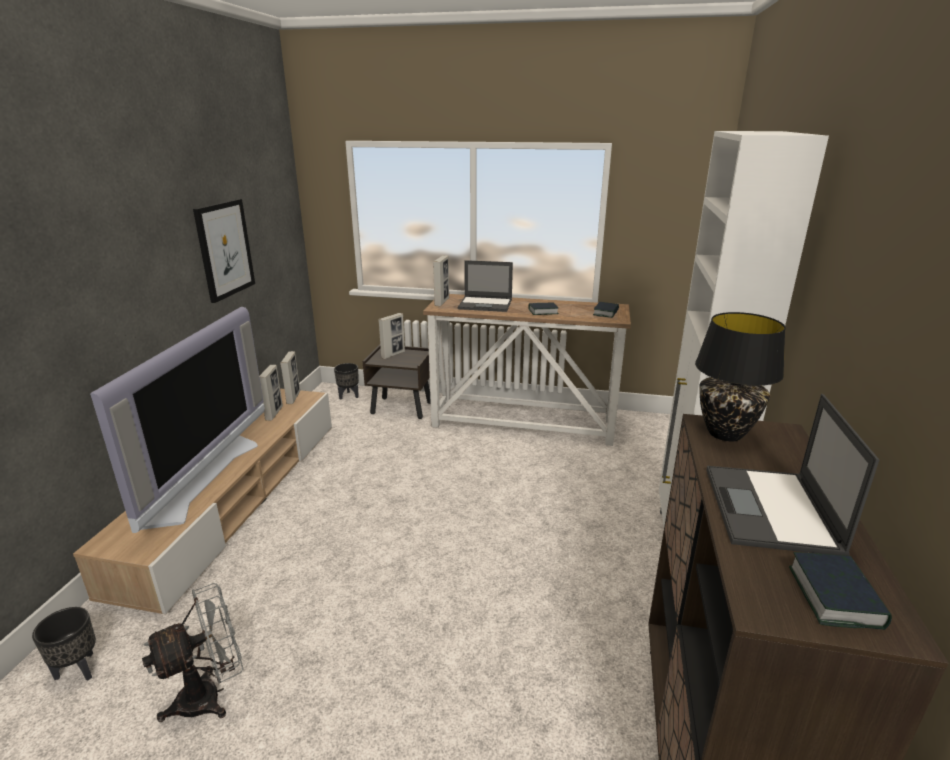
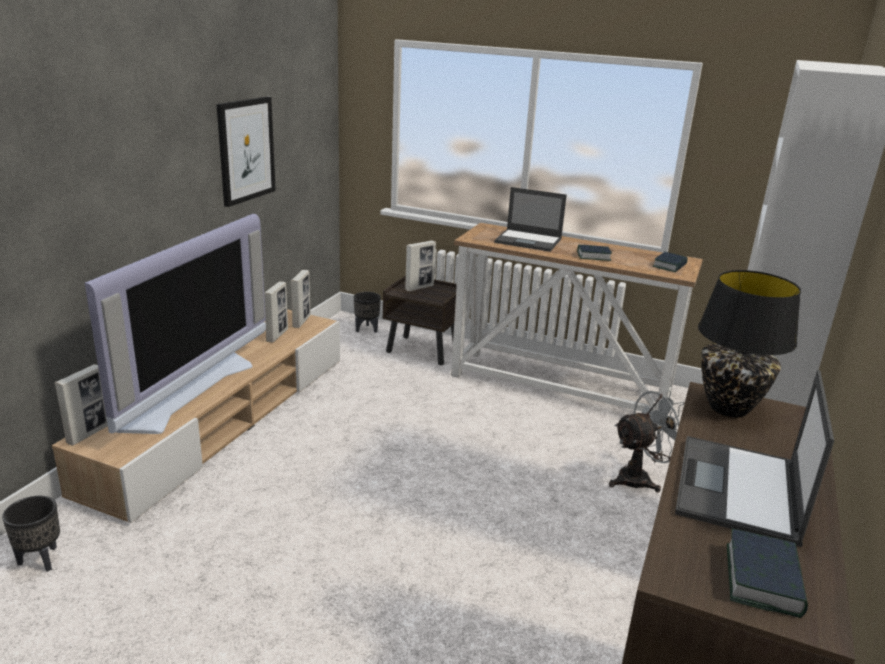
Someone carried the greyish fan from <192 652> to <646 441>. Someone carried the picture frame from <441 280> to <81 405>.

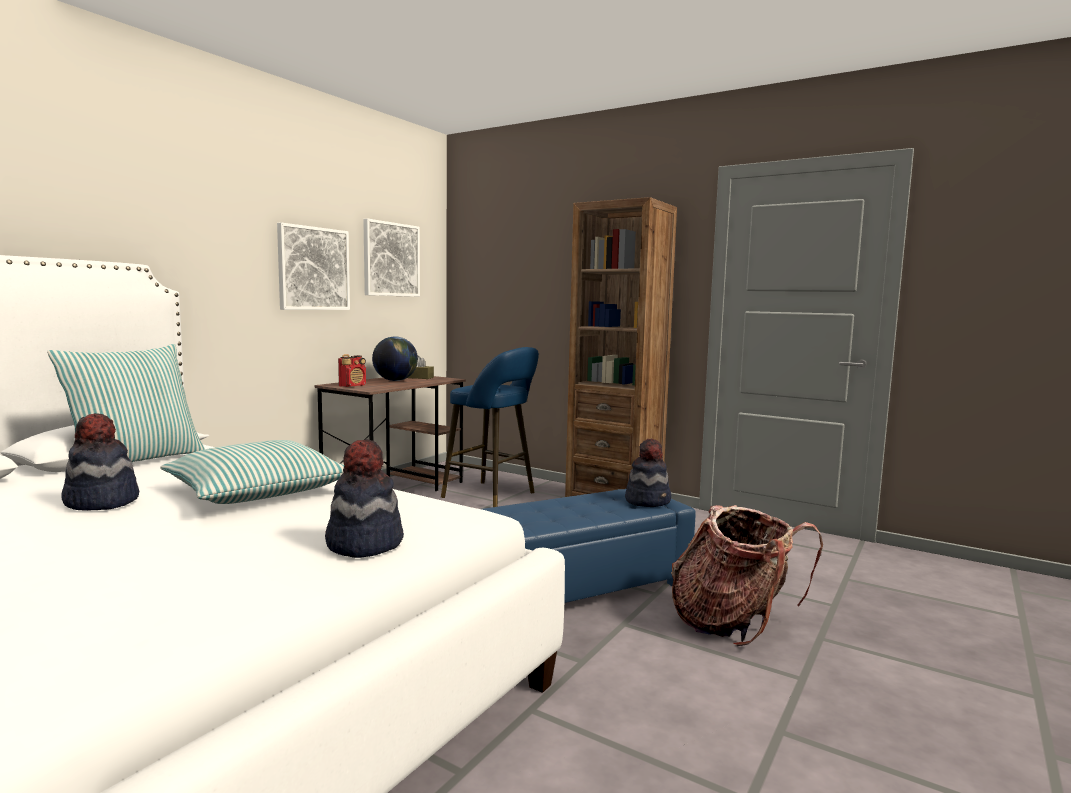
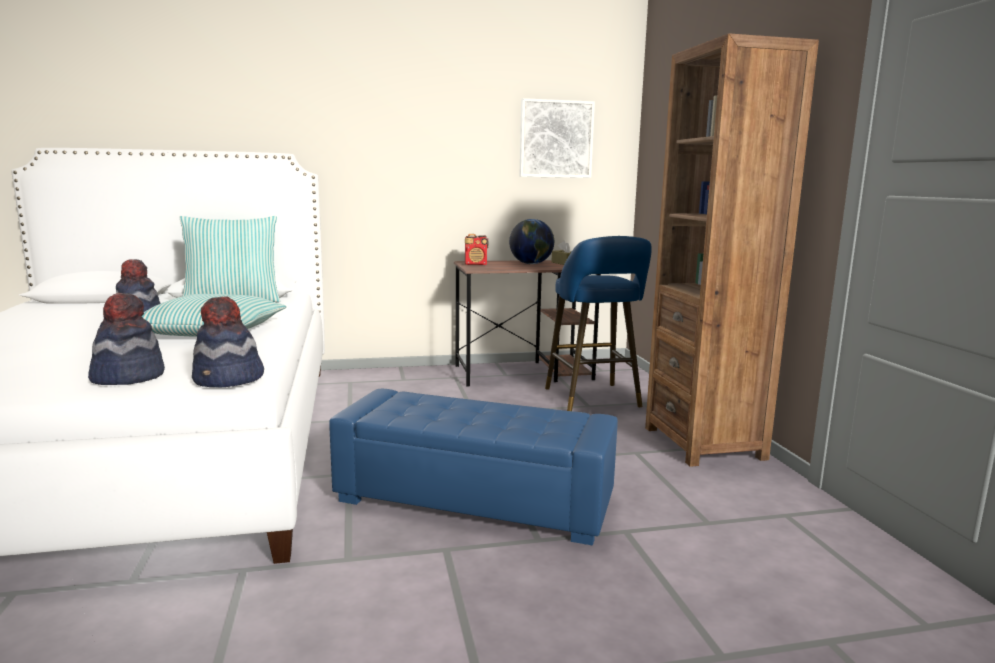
Someone took away the wall art at <313 266>. Someone took away the knapsack at <747 575>. Someone carried the wearable hat from <648 472> to <228 342>.

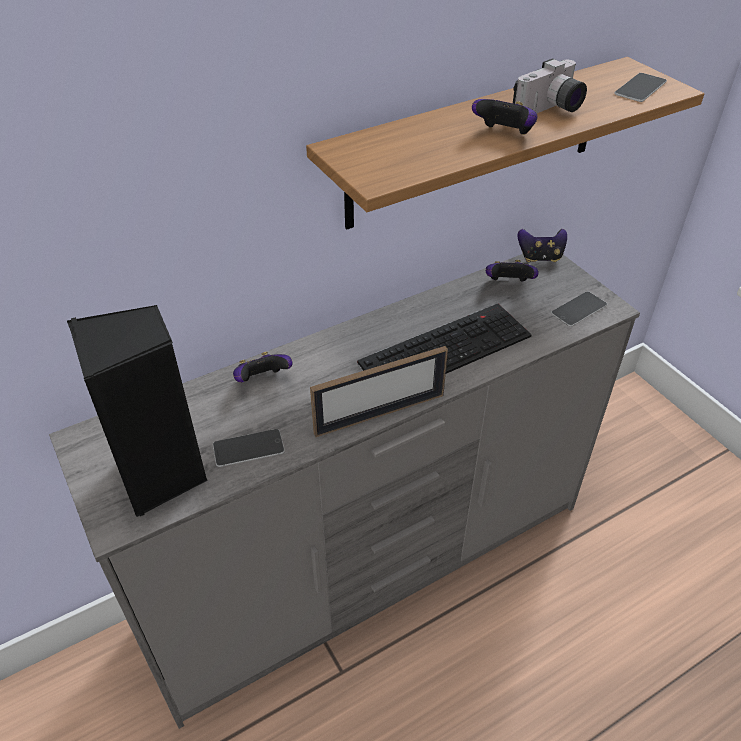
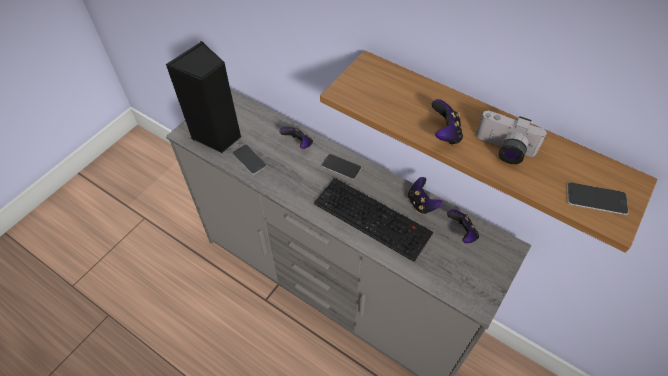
Someone took away the picture frame at <379 391>. Someone carried the game controller from <542 245> to <425 195>. Someone carried the phone from <579 309> to <341 167>.

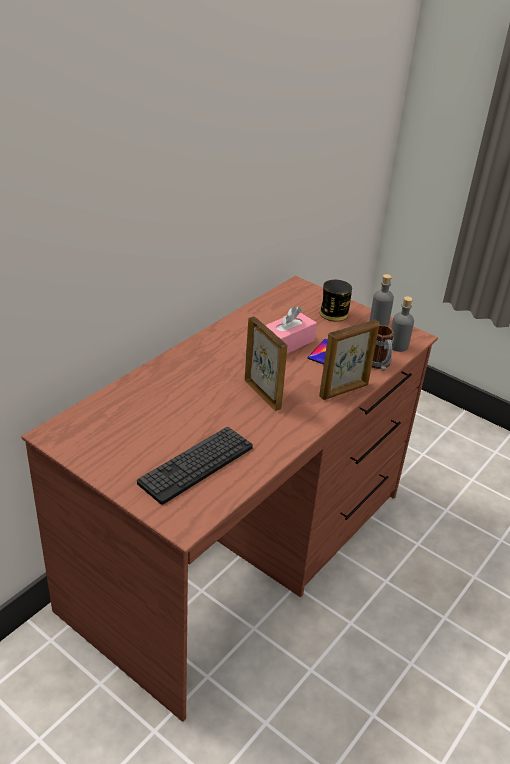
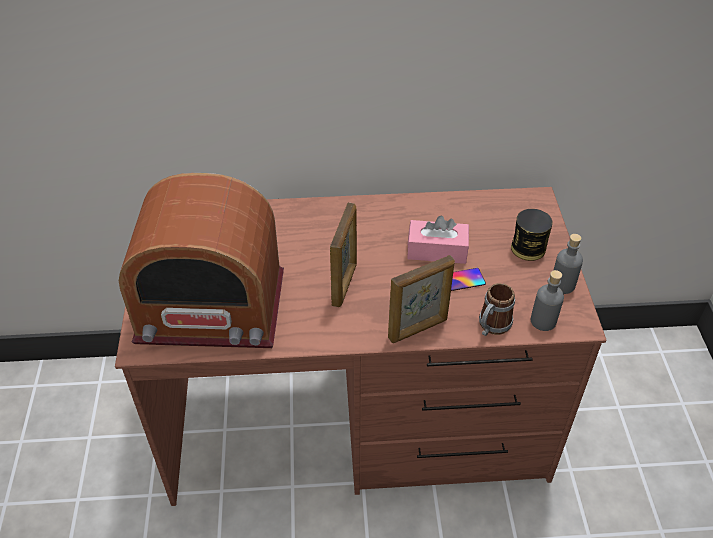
Someone swapped the PC keyboard at <195 466> for the radio set at <201 260>. Someone rotated the picture frame at <349 360> by 45 degrees counterclockwise.

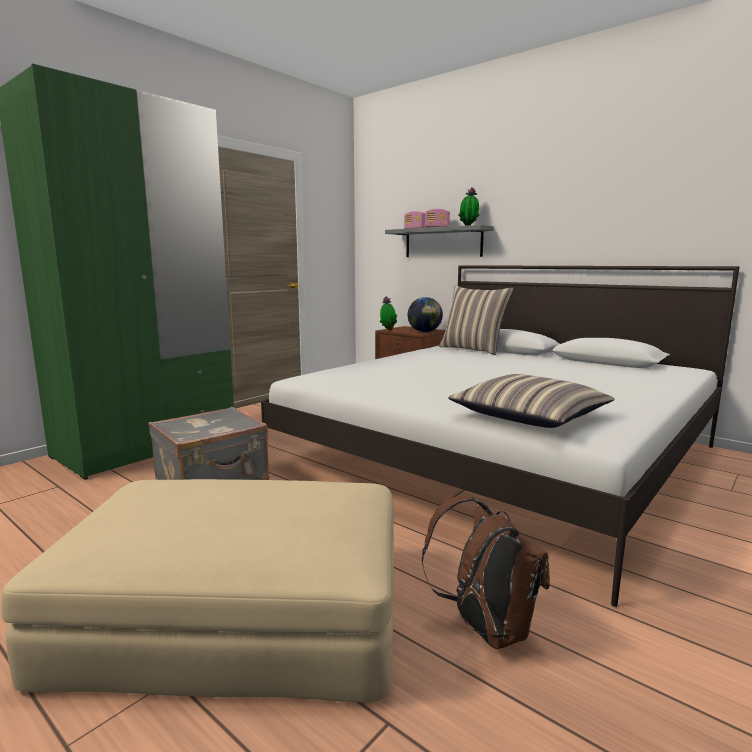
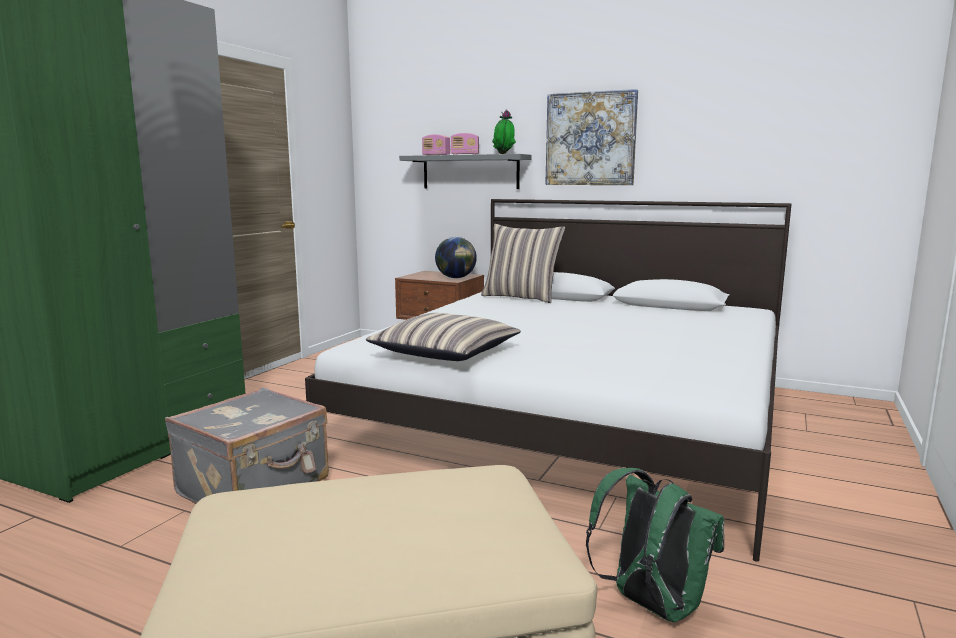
Someone took away the houseplant at <388 313>. Someone put up the wall art at <591 137>. Someone carried the pillow from <531 401> to <443 337>. Someone repainted the brown-coloured knapsack at <486 572>, which became the green-coloured knapsack at <655 545>.

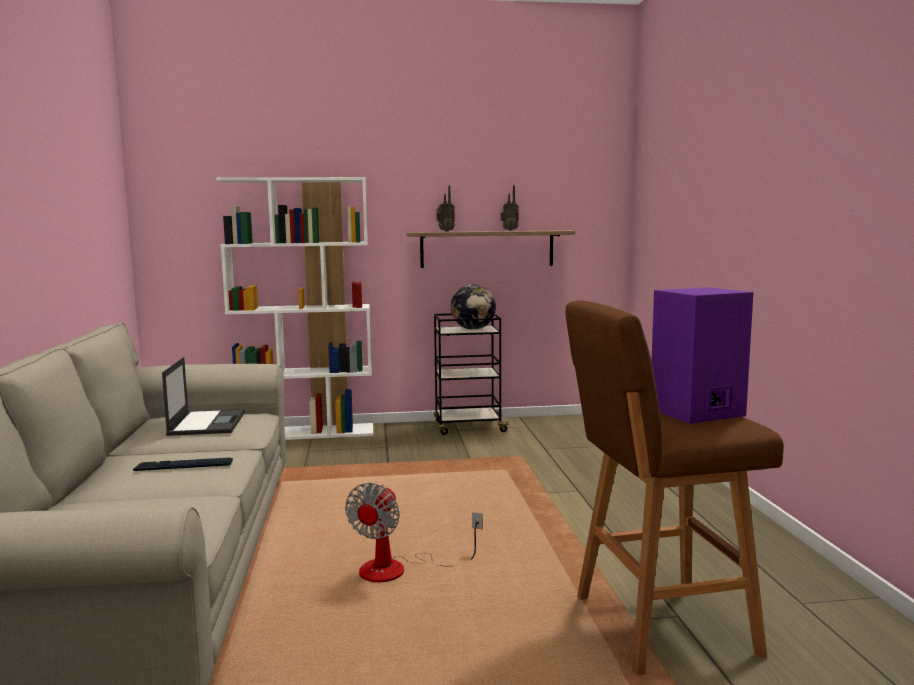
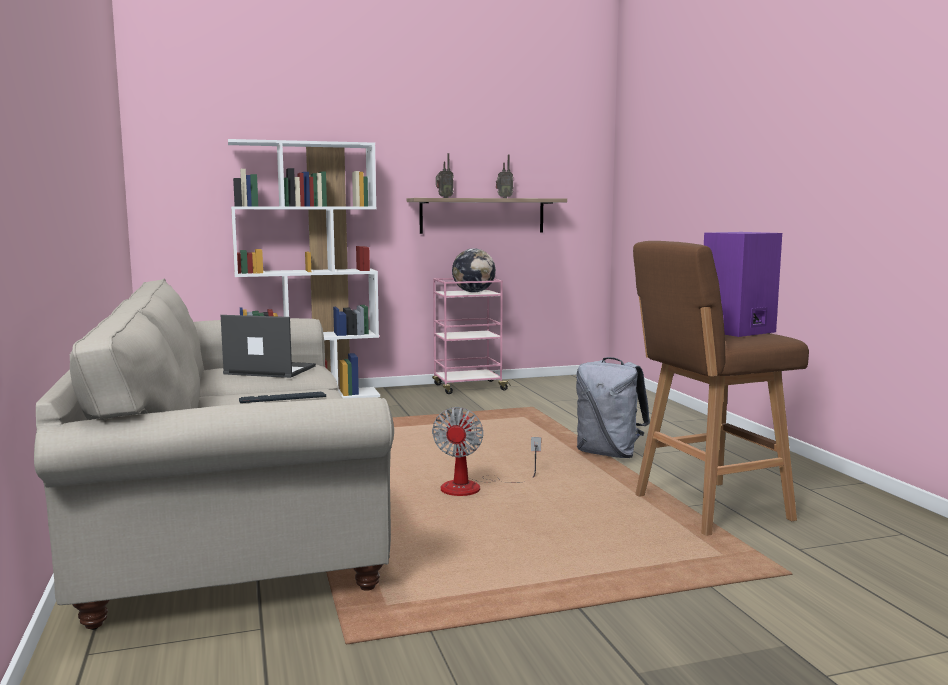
Someone put down the greyish knapsack at <613 407>. Someone repainted the black-coloured trolley at <472 374>, which became the pink-coloured trolley at <471 336>. Someone rotated the laptop at <203 396> by 60 degrees counterclockwise.

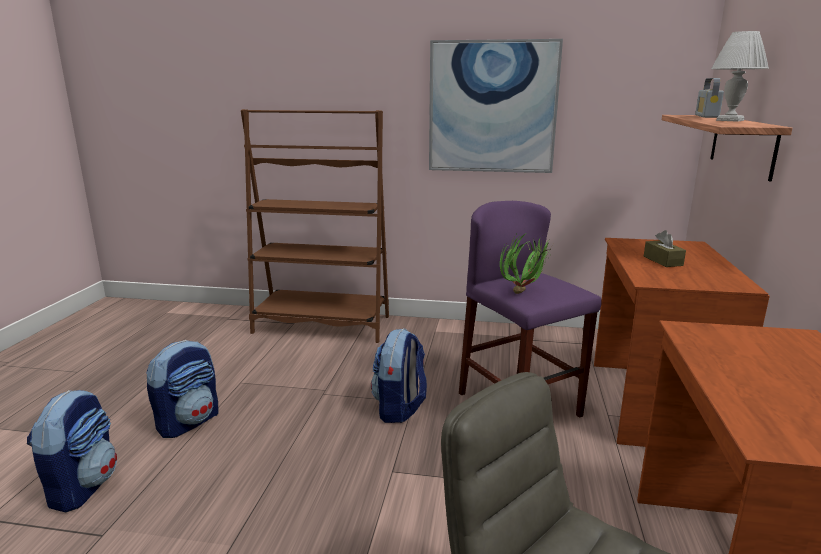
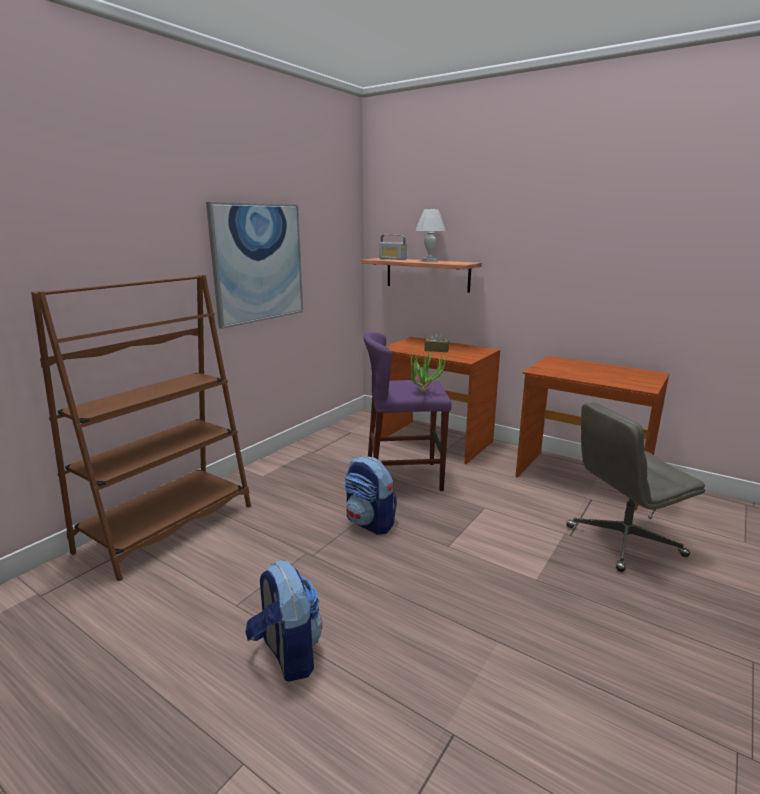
Someone took away the knapsack at <72 451>.

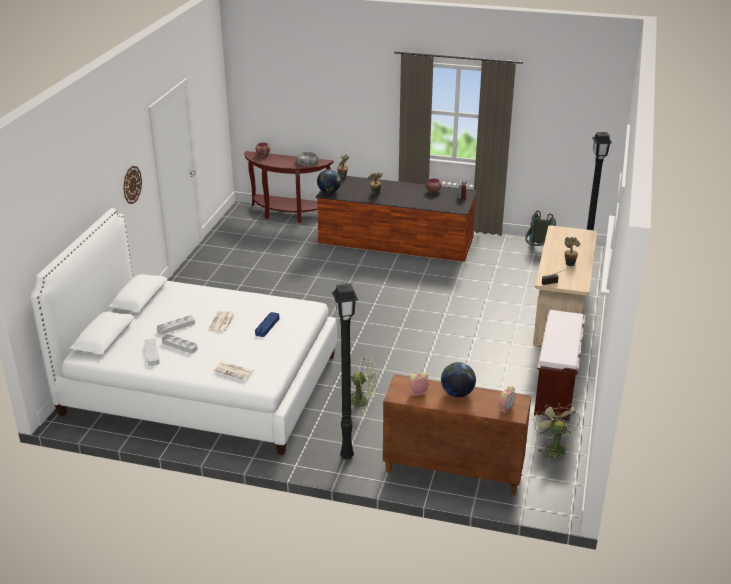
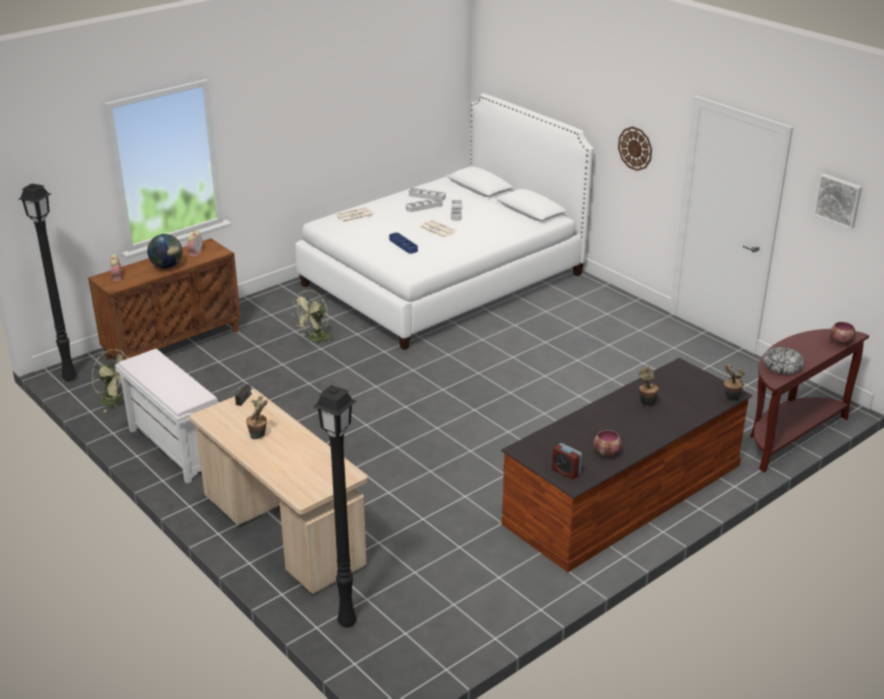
Someone took away the desk globe at <329 181>. Someone took away the greyish knapsack at <540 228>. Someone put up the wall art at <837 201>. Someone carried the black-coloured floor lamp from <345 371> to <48 282>. Someone repainted the brown-coloured indoor bench at <559 365>, which became the whitish indoor bench at <167 416>.

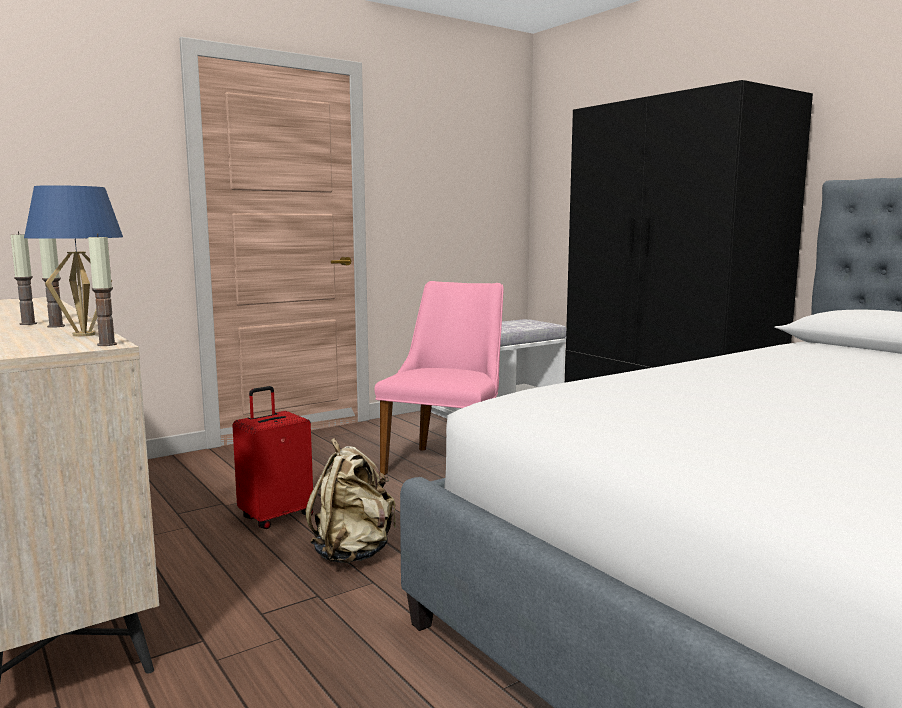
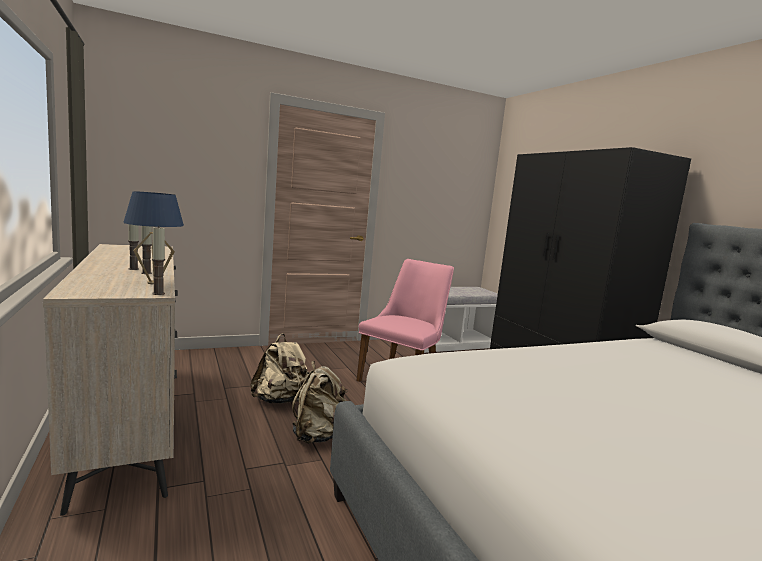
Someone swapped the red-coloured piece of luggage at <273 457> for the beige knapsack at <279 368>.

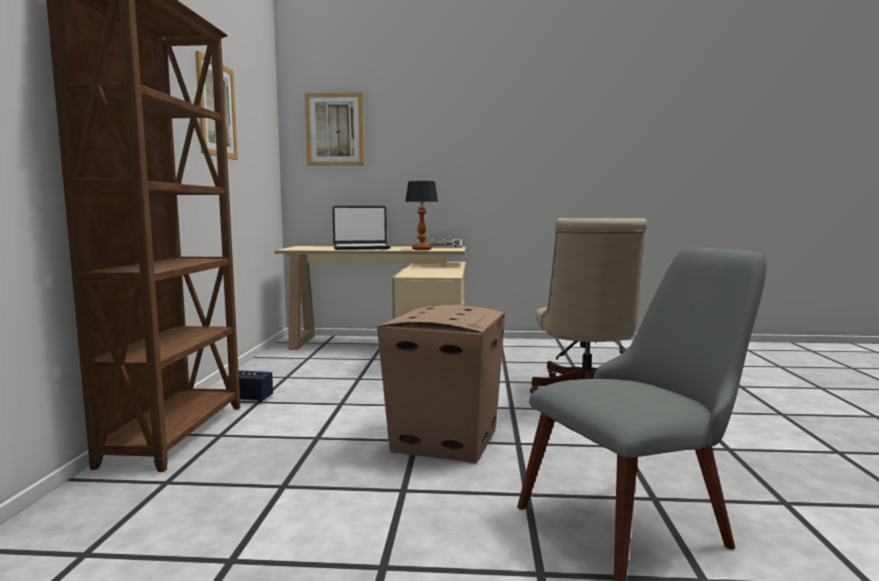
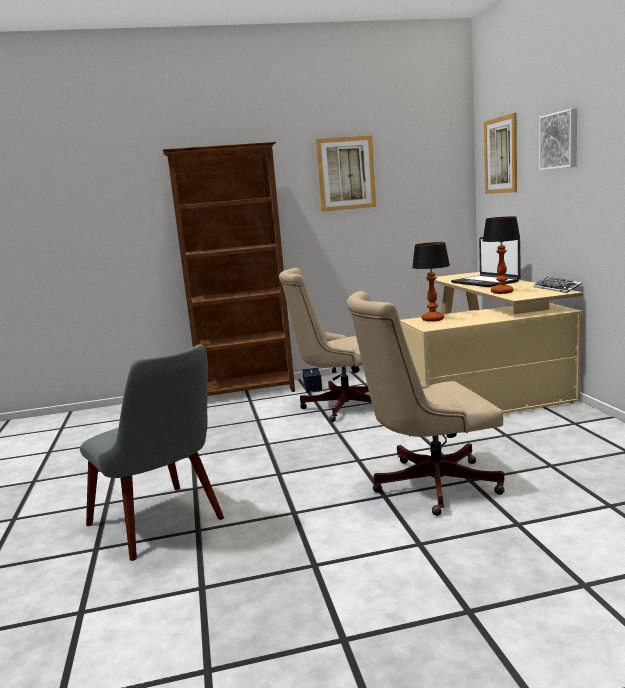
Someone took away the packing box at <441 384>. Someone put down the beige desk chair at <325 345>. Someone put down the lamp for a table at <431 282>. Someone put up the wall art at <558 139>.

